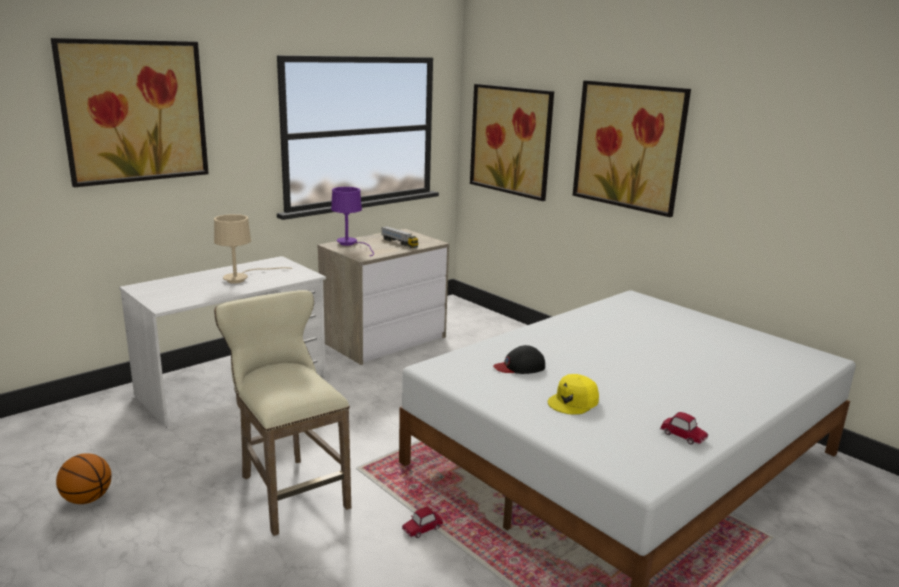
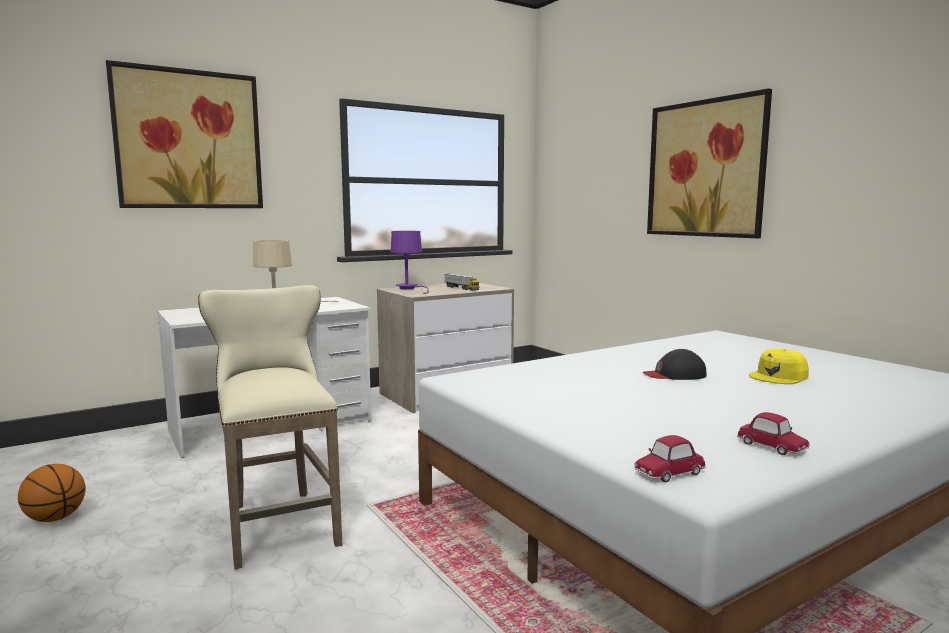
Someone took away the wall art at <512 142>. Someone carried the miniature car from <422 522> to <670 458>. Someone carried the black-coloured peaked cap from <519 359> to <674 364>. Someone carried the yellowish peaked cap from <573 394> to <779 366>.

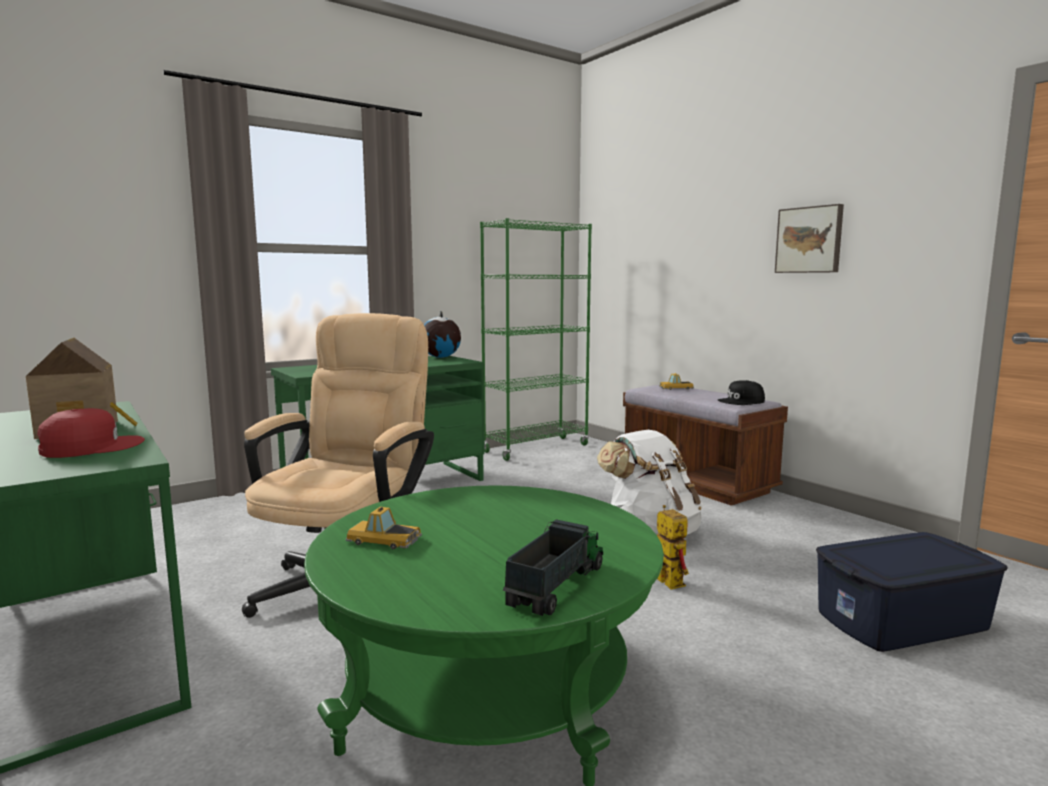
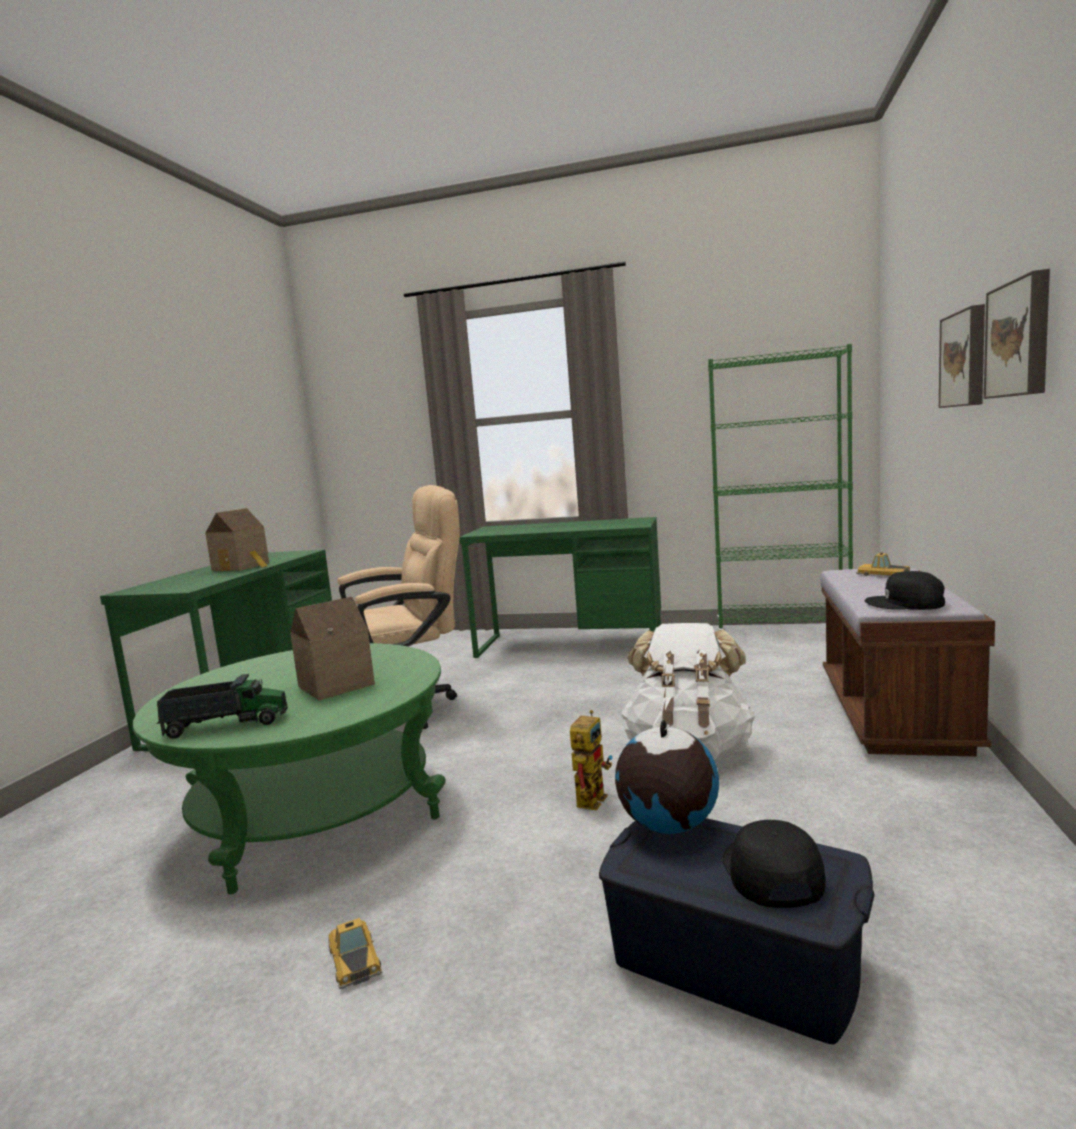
Someone took away the red-coloured peaked cap at <91 433>. Someone put down the miniature house at <332 648>. Someone put down the black-coloured peaked cap at <773 864>. Someone put up the wall art at <962 356>. Someone carried the miniature car from <384 528> to <355 953>. Someone carried the desk globe from <442 334> to <667 776>.

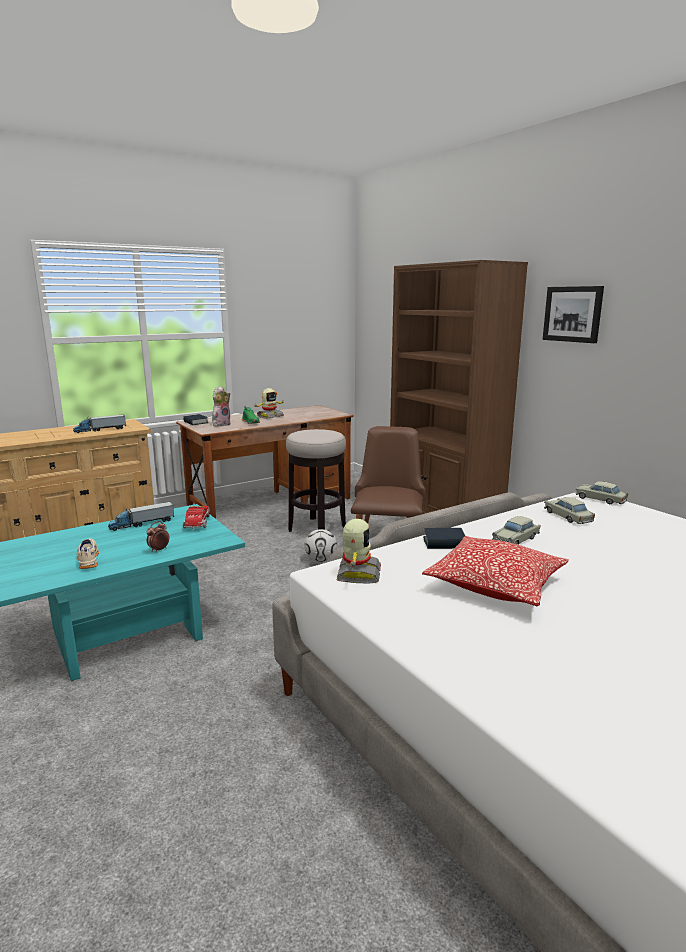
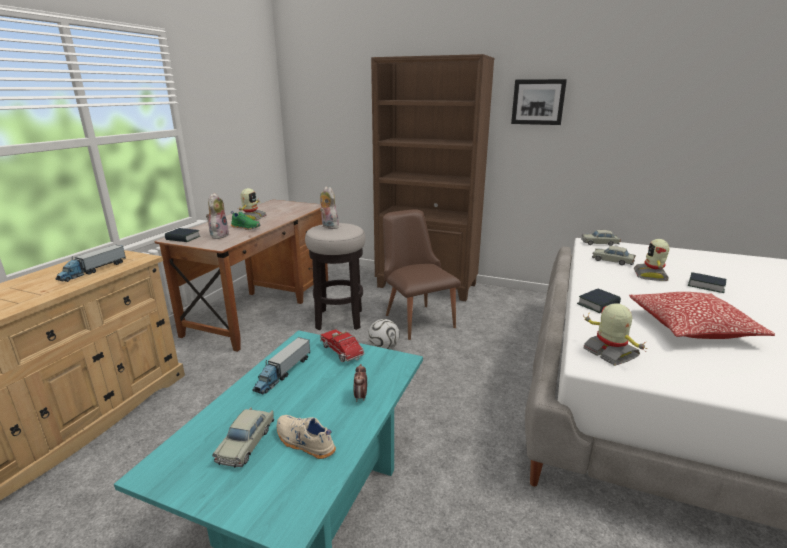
Someone put down the soft toy at <330 207>. Someone put down the model robot at <651 260>. Someone put down the book at <707 282>. Someone carried the beige miniature car from <516 530> to <243 437>.

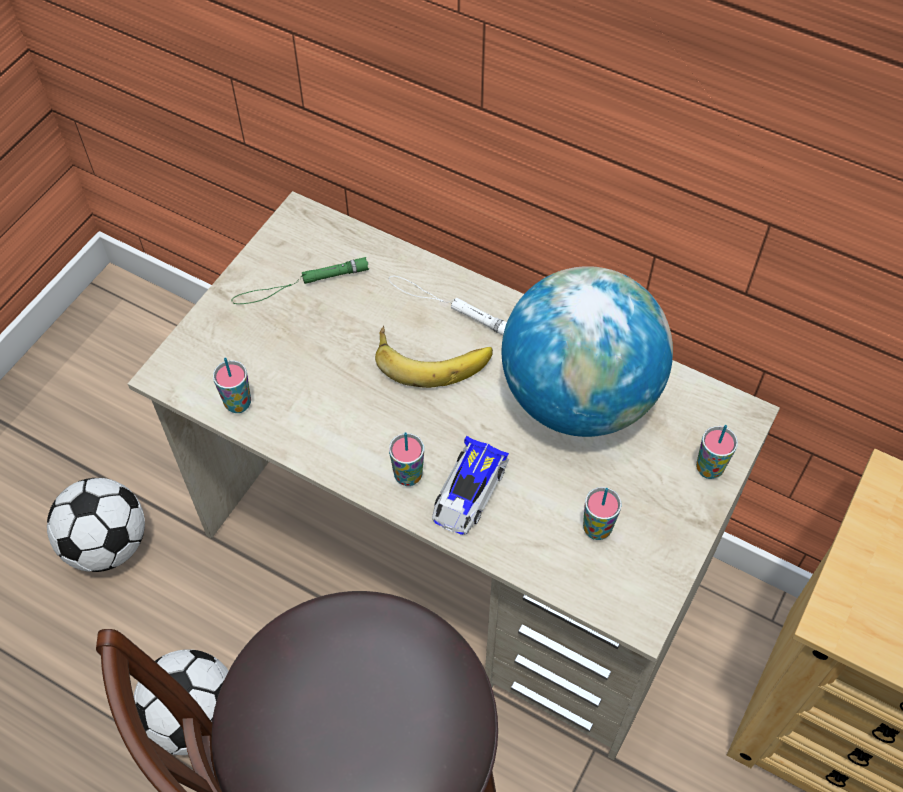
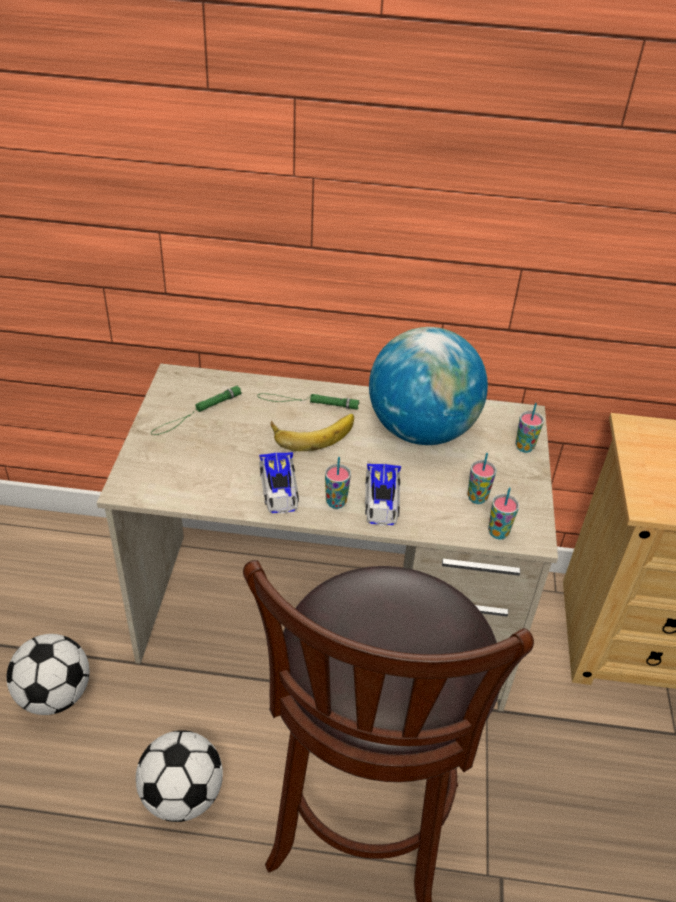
Someone put down the miniature car at <279 482>. Someone carried the cup from <232 385> to <503 513>. Someone repainted the whitish flashlight at <448 305>, which became the green-coloured flashlight at <308 401>.

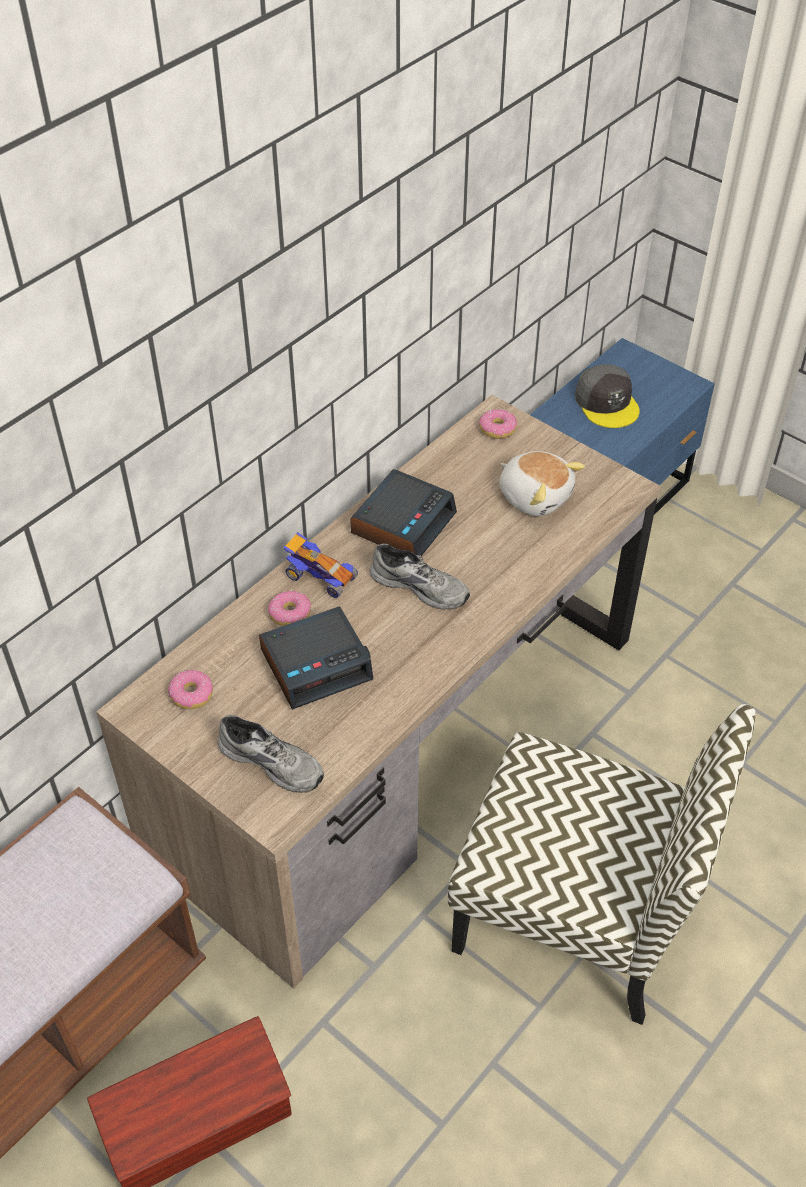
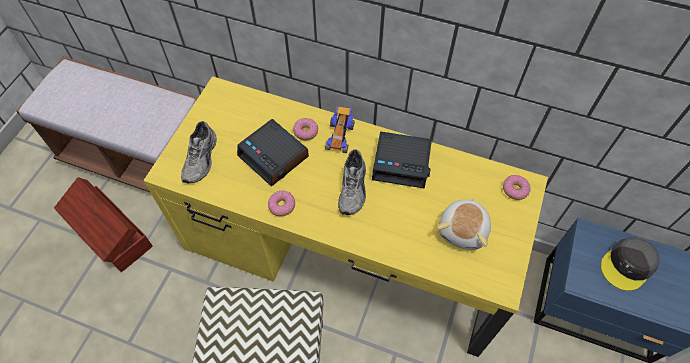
Someone carried the ring doughnut from <190 689> to <281 203>. Someone repainted the brown-coloured desk at <378 692>, which became the yellowish desk at <345 216>.

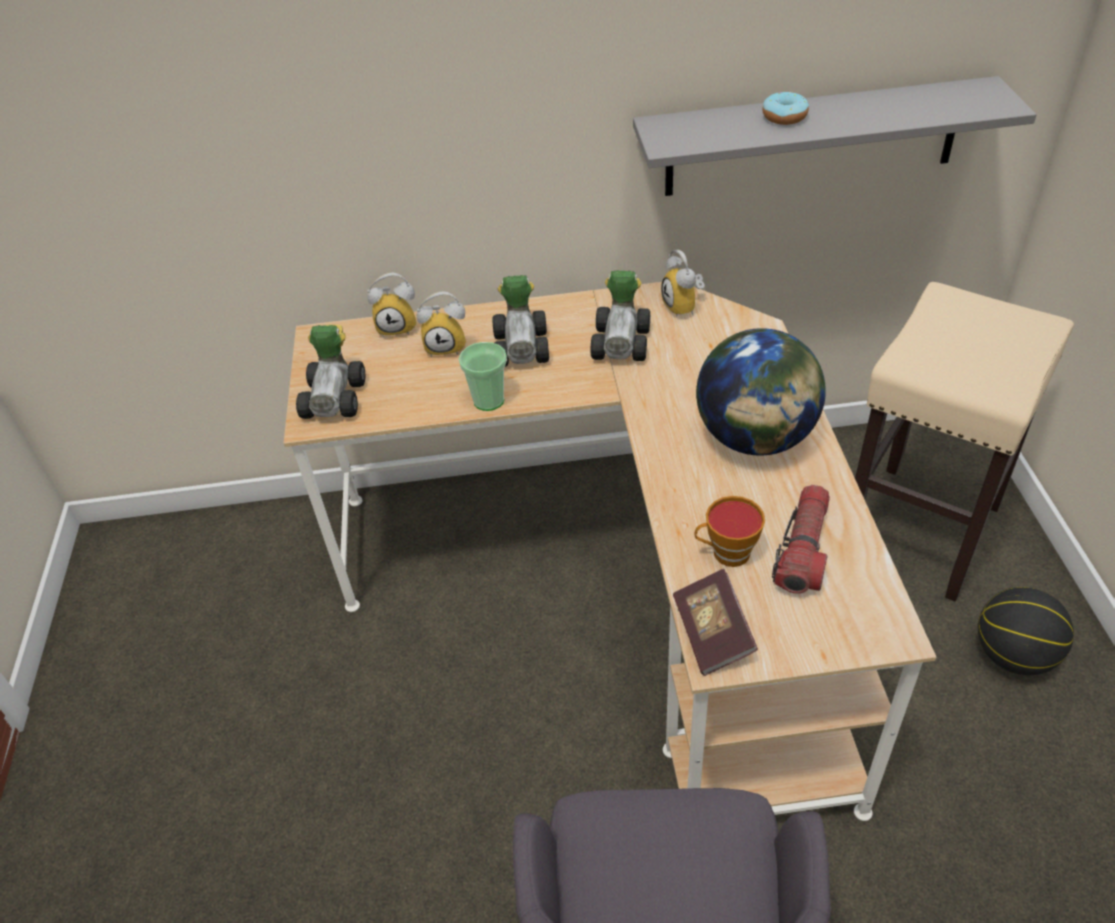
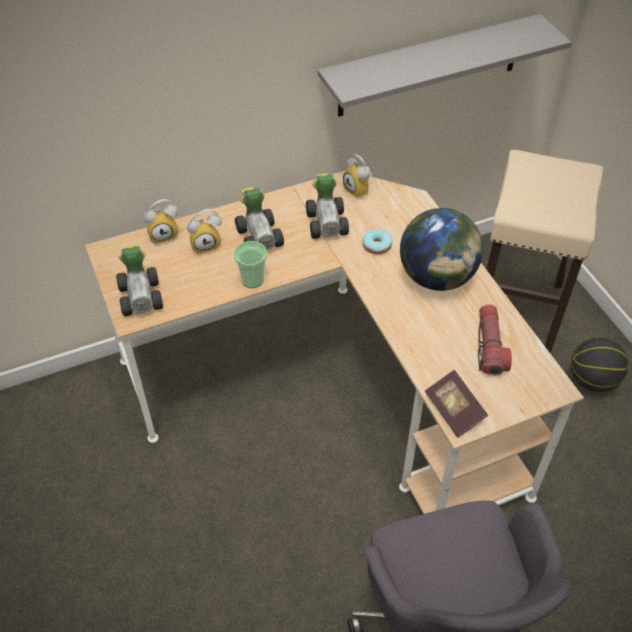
Someone took away the cup at <729 531>. Someone carried the ring doughnut from <785 108> to <377 241>.

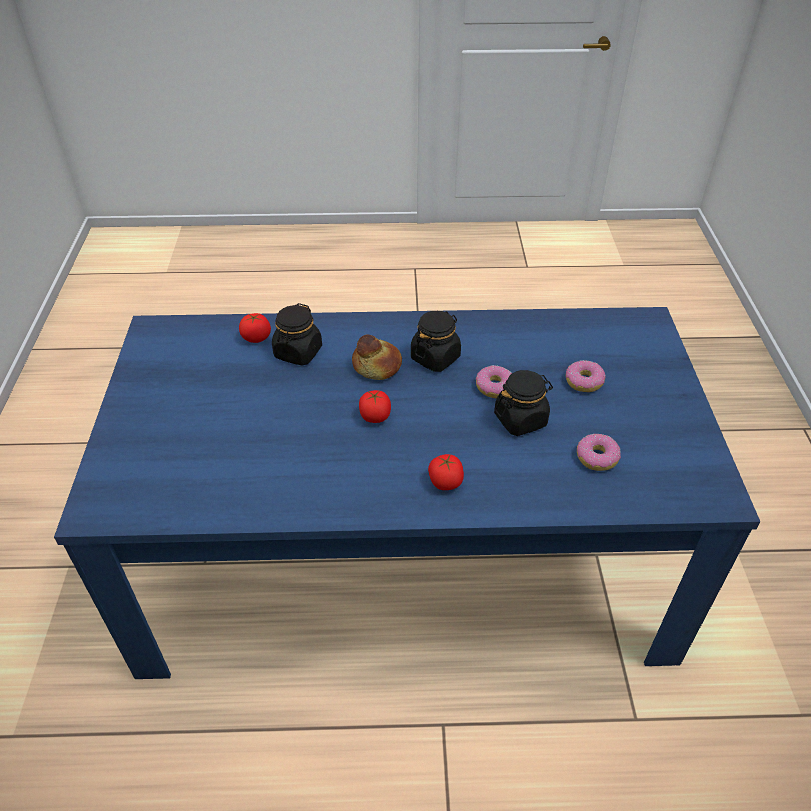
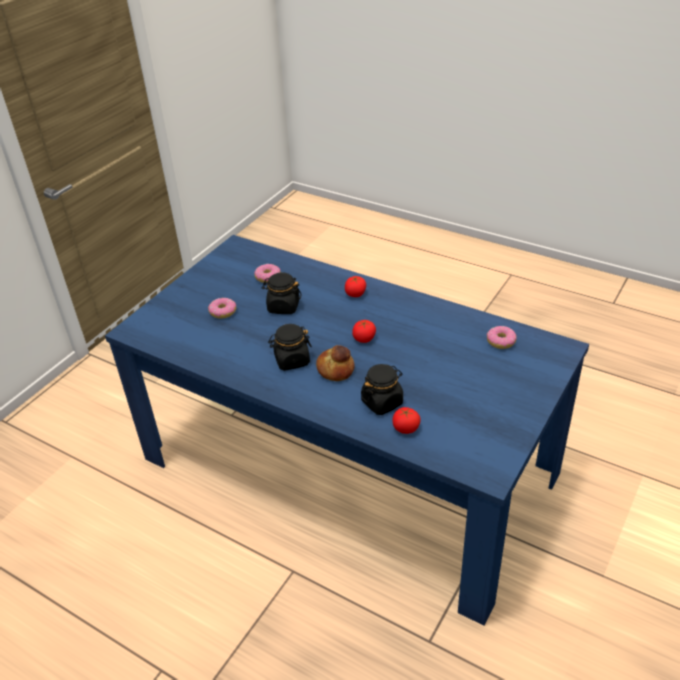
Someone carried the ring doughnut from <494 381> to <502 337>.

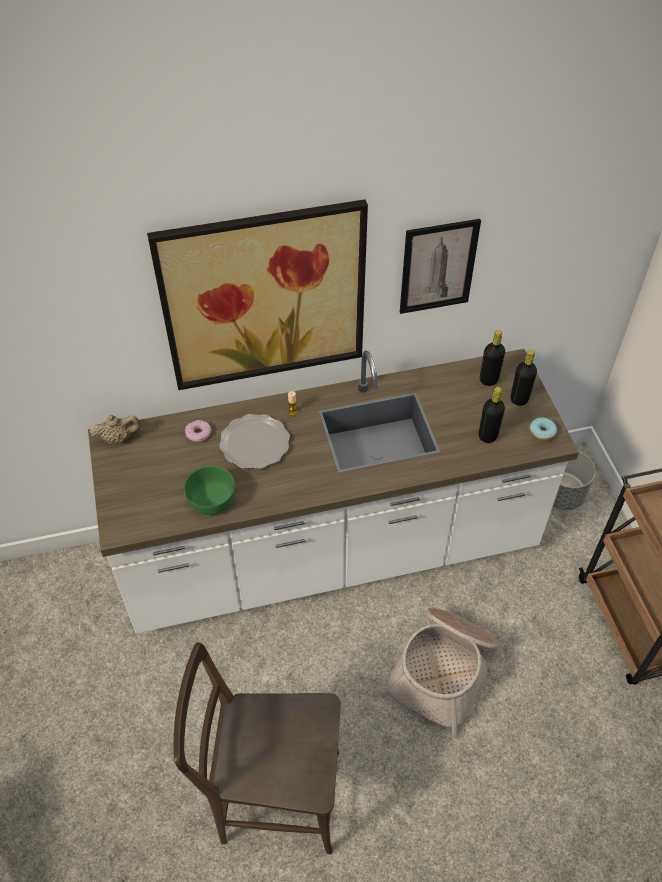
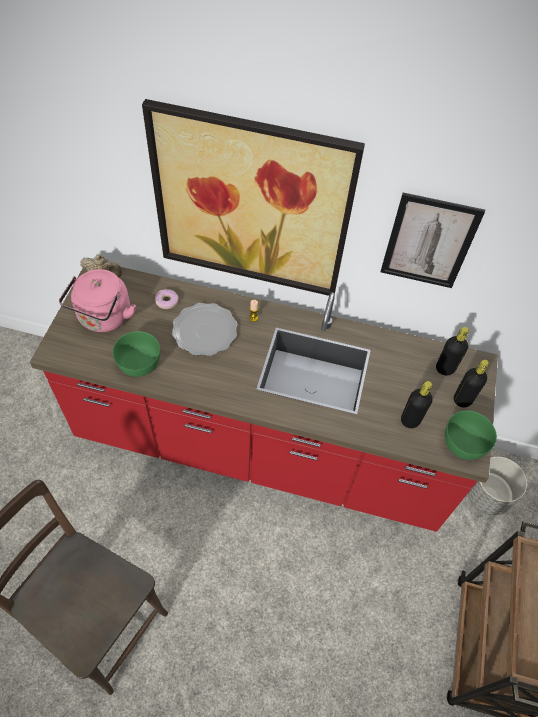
Someone took away the storage basket at <440 673>. Someone put down the pink-coloured tea kettle at <97 300>. Someone swapped the ring doughnut at <543 429> for the green-coloured deep dish at <471 435>. Someone repainted the whitish kitchen counter at <333 491>, which became the red-coloured kitchen counter at <264 399>.

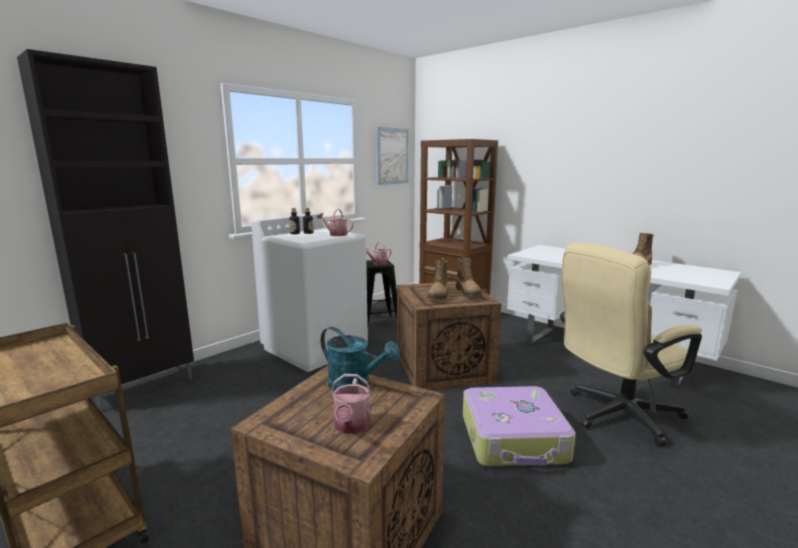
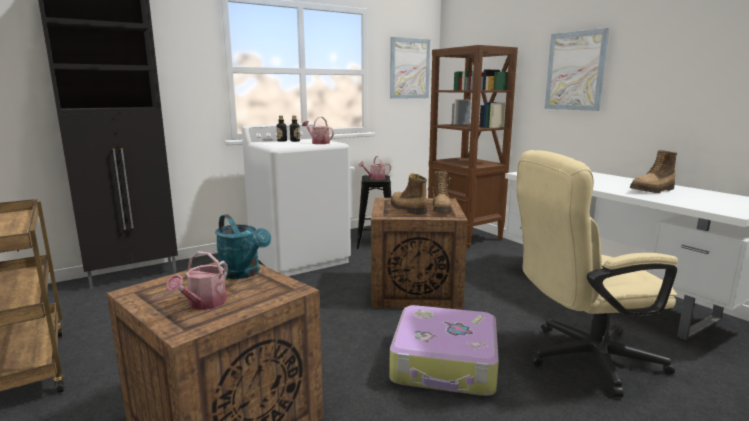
Someone put up the wall art at <577 69>. Someone rotated the tall boot at <437 280> by 120 degrees clockwise.

